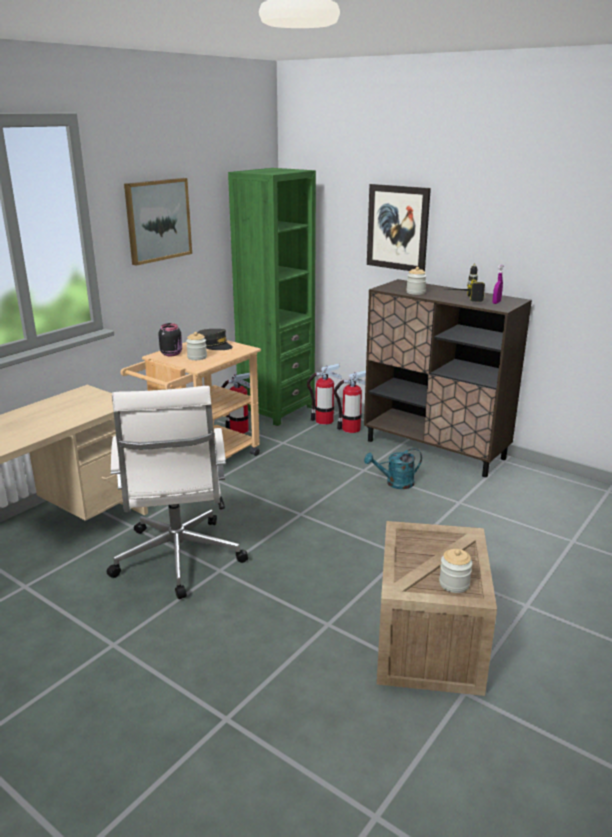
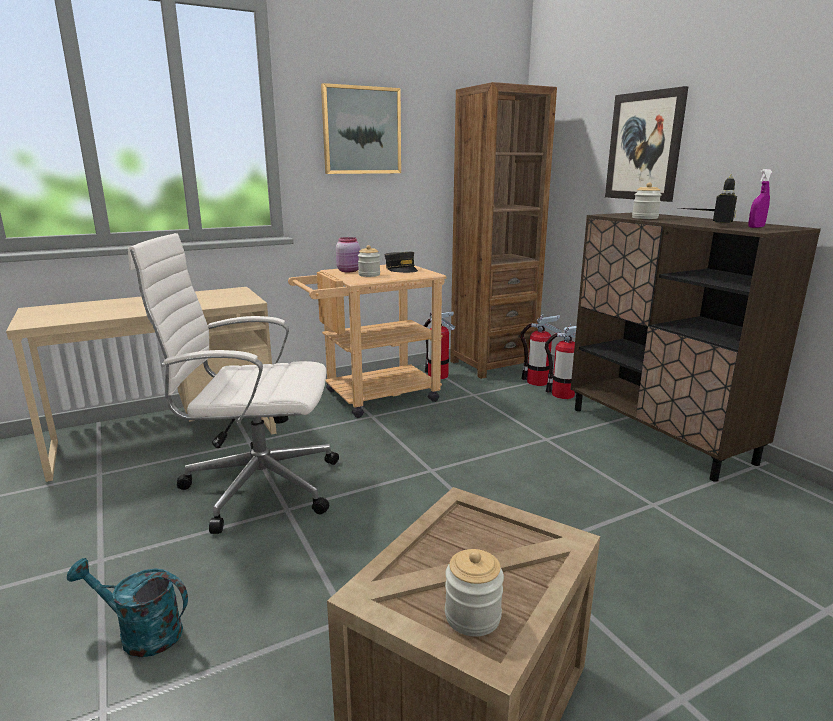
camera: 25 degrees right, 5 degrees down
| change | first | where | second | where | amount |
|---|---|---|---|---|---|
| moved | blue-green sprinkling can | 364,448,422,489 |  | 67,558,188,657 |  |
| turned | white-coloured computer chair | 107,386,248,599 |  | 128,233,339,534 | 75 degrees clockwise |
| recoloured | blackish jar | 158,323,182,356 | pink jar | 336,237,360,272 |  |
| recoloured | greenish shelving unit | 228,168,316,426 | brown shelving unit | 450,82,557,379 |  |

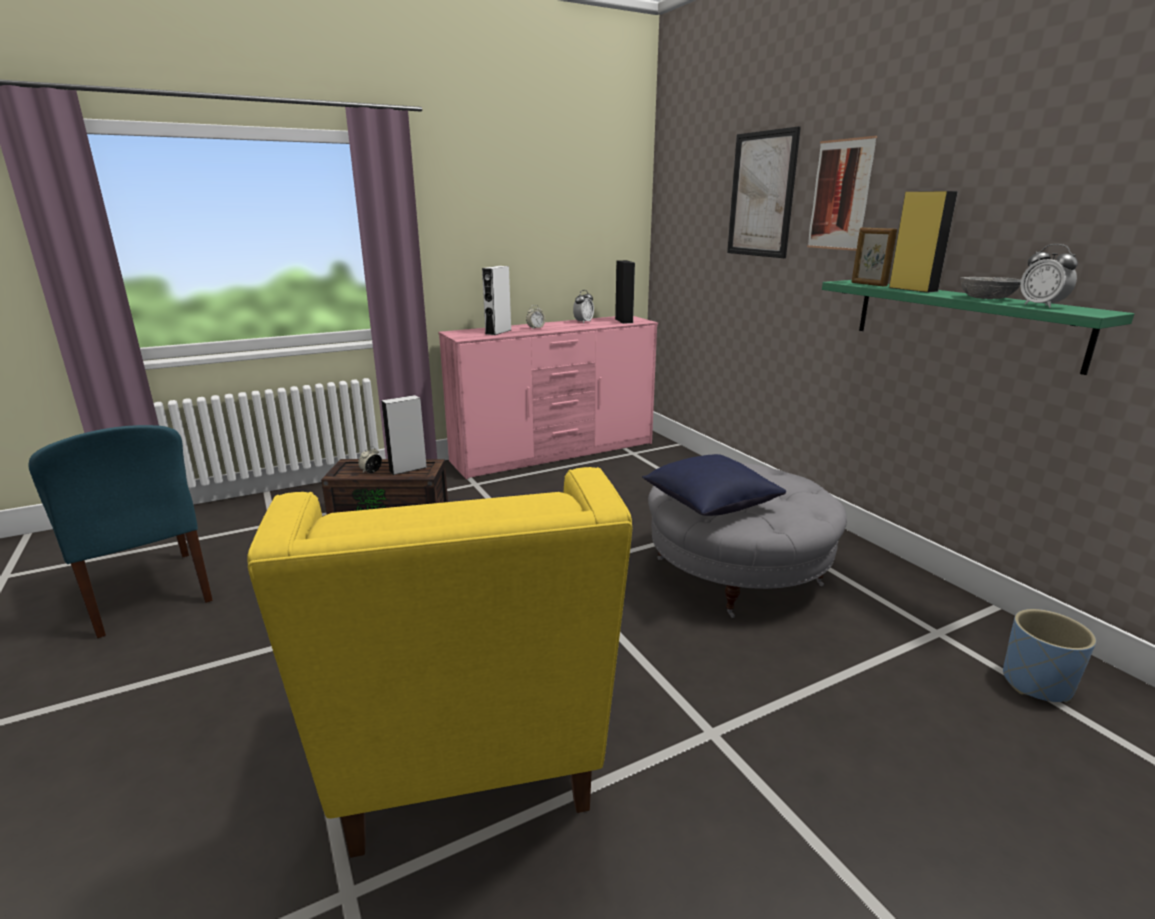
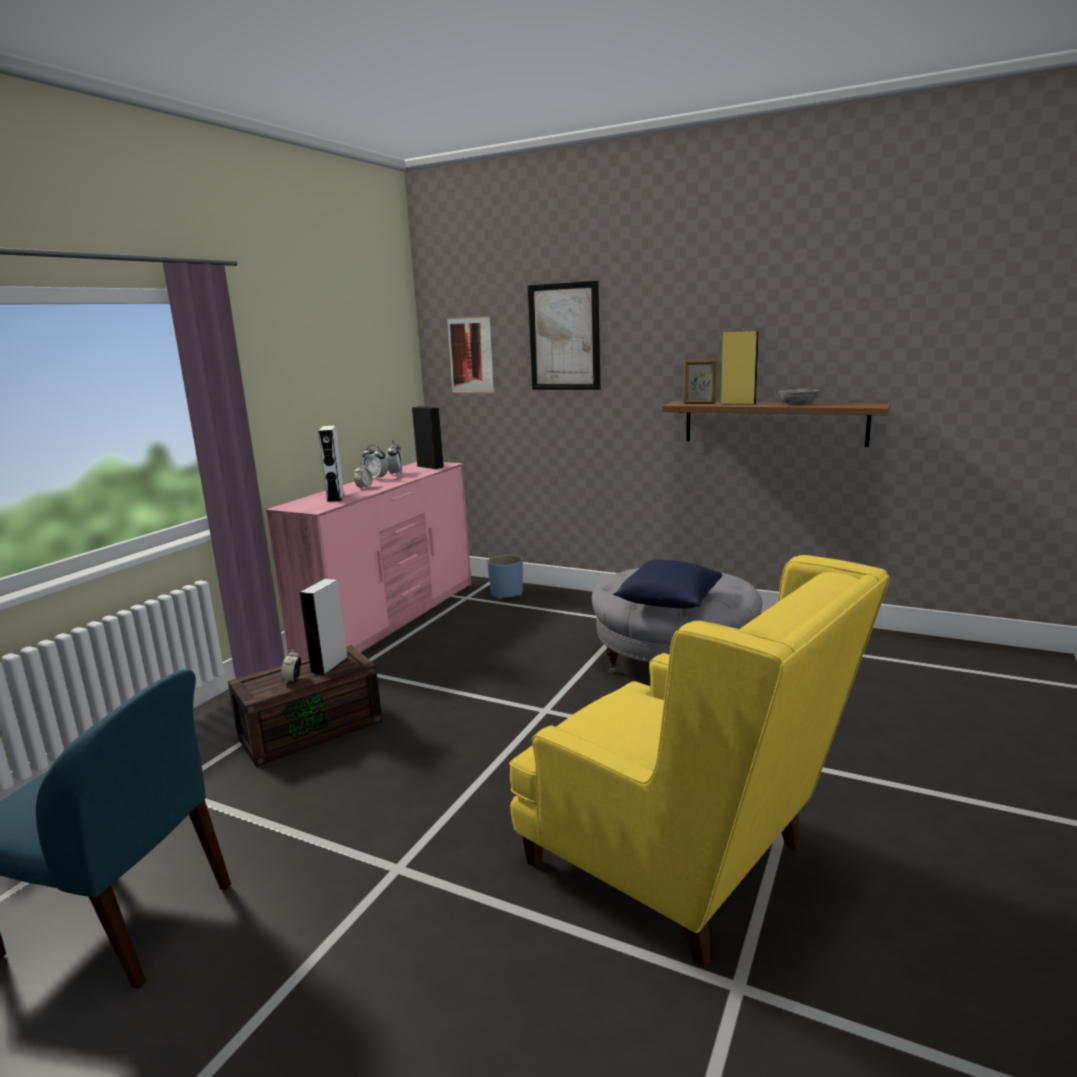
camera: 35 degrees left, 5 degrees down
| change | first | where | second | where | amount |
|---|---|---|---|---|---|
| moved | alarm clock | 1020,244,1078,308 |  | 362,445,388,481 |  |
| moved | wall art | 807,136,877,251 |  | 447,316,494,394 |  |
| moved | bluish plant pot | 1003,609,1096,703 |  | 487,555,523,599 |  |
| recoloured | greenish shelf | 822,280,1134,375 | brown shelf | 662,401,890,447 |  |

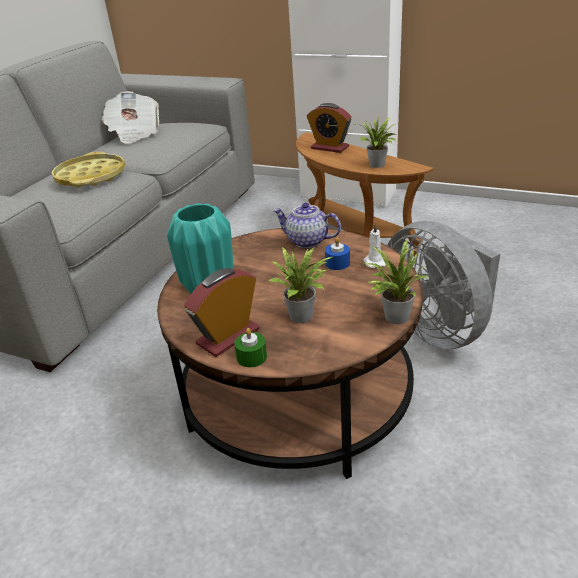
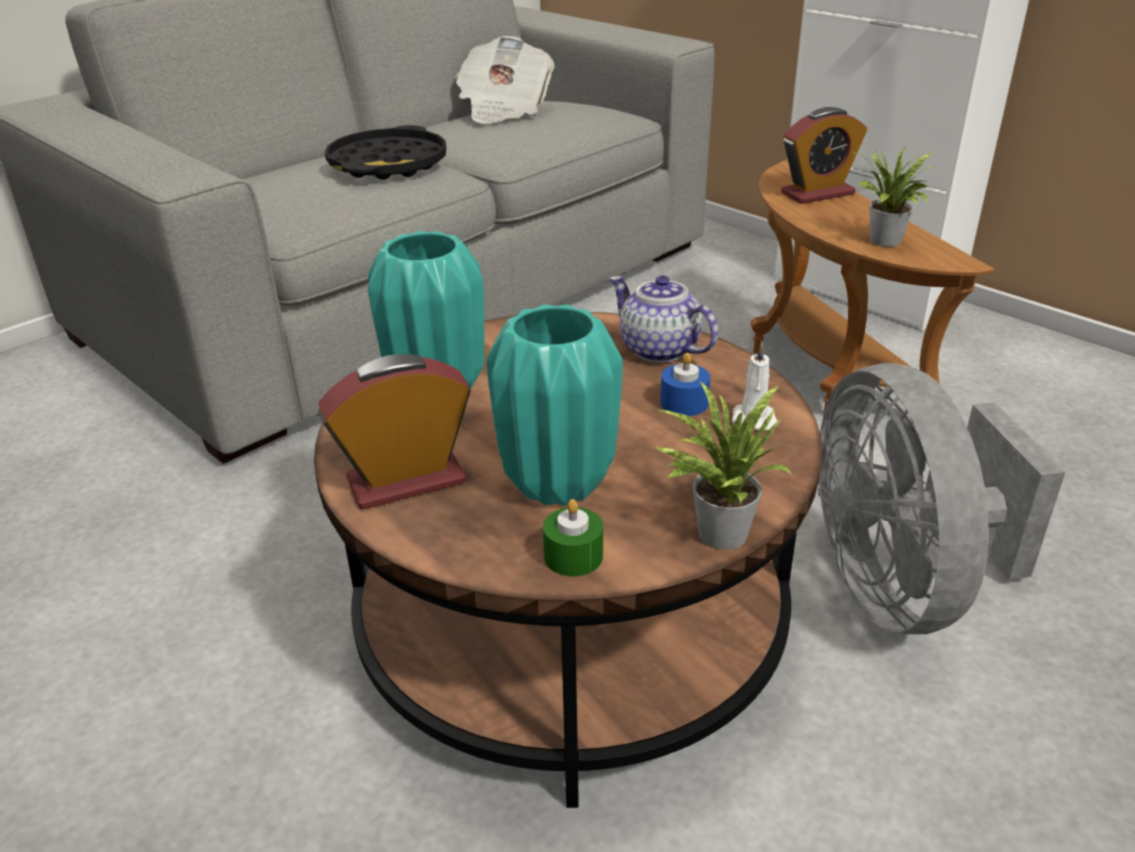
camera: 20 degrees right, 0 degrees up
| change | first | where | second | where | amount |
|---|---|---|---|---|---|
| recoloured | yellowish tray | 51,151,125,188 | blackish tray | 325,125,446,180 |  |
| replaced | houseplant | 269,246,334,323 | blue-green decorative vase | 486,304,623,506 |  |
| moved | greenish candle | 234,328,267,367 |  | 543,499,603,577 |  |
| turned | alarm clock | 307,103,352,153 |  | 781,107,867,204 | 75 degrees counterclockwise |

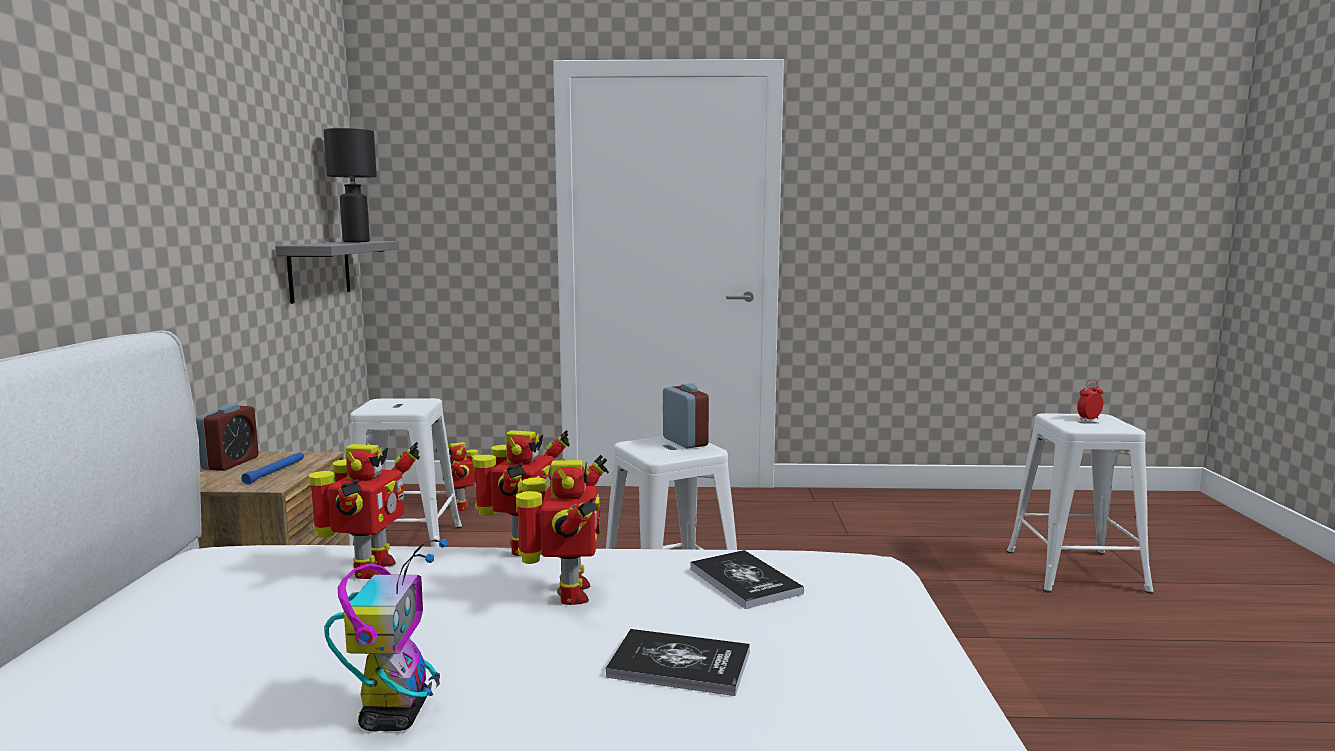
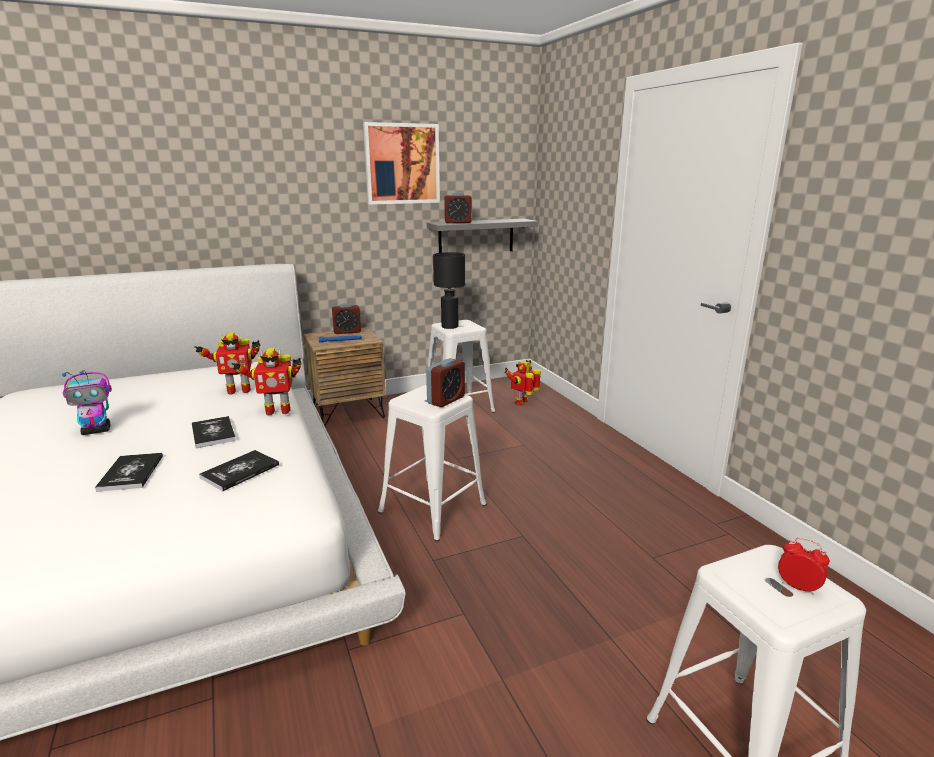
camera: 65 degrees right, 10 degrees up
| change | first | where | second | where | amount |
|---|---|---|---|---|---|
| replaced | toy robot | 516,455,609,605 | bound book | 192,416,236,448 |  |
| added |  |  | wall art | 363,122,440,205 |  |
| moved | blackish tabletop lamp | 324,128,377,242 |  | 433,252,465,329 |  |
| added |  |  | alarm clock | 444,192,472,223 |  |

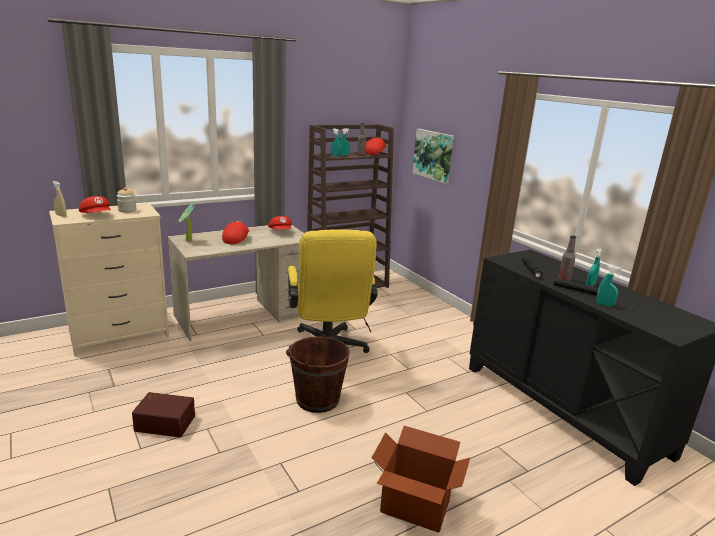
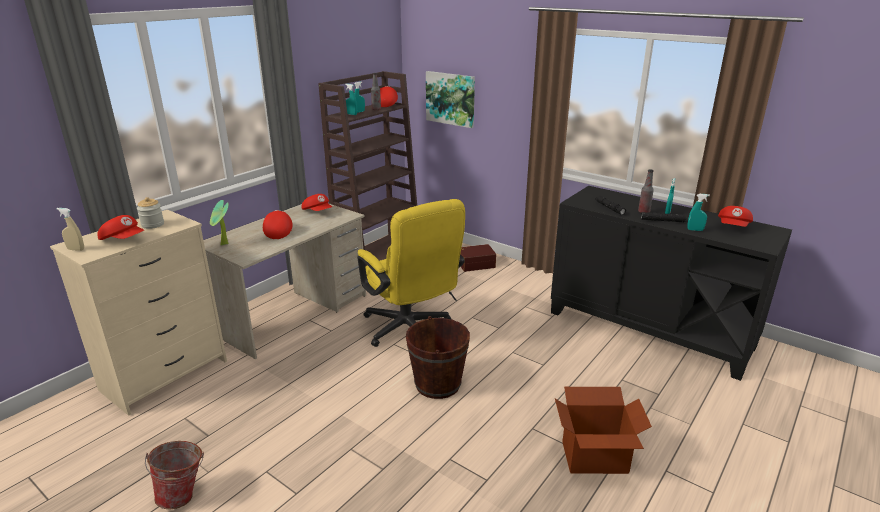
camera: 20 degrees left, 5 degrees up
| change | first | where | second | where | amount |
|---|---|---|---|---|---|
| added |  |  | pail | 145,441,204,509 |  |
| moved | brown storage box | 132,392,195,437 |  | 460,244,496,272 |  |
| added |  |  | reddish peaked cap | 718,206,753,227 |  |

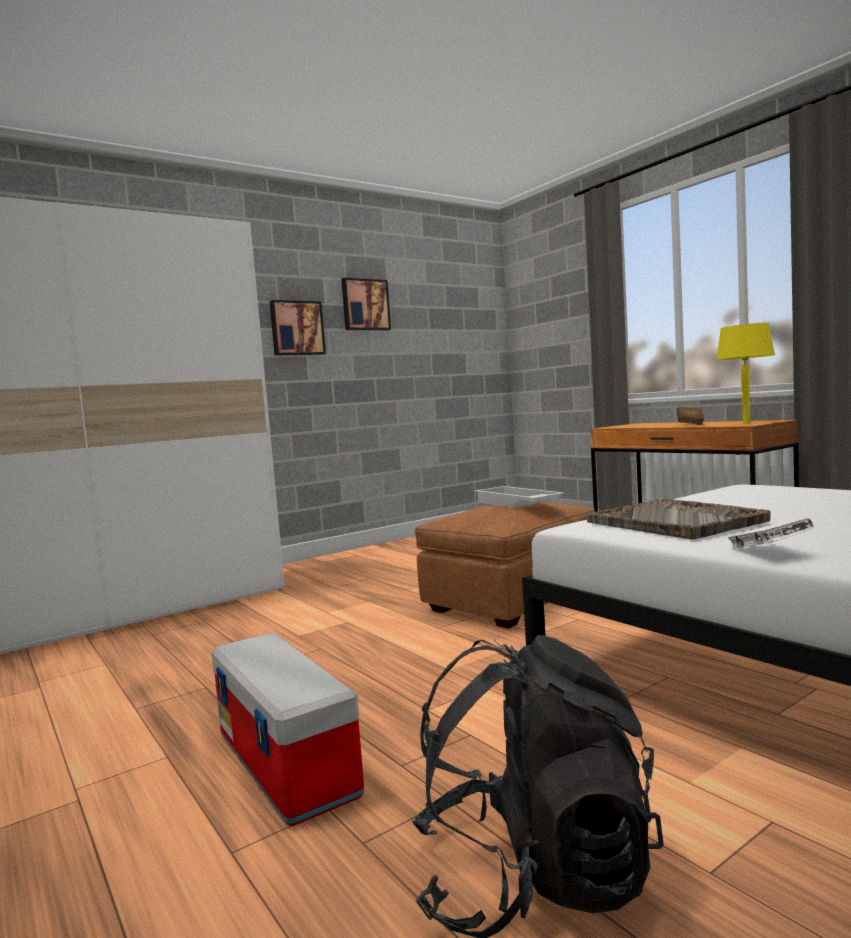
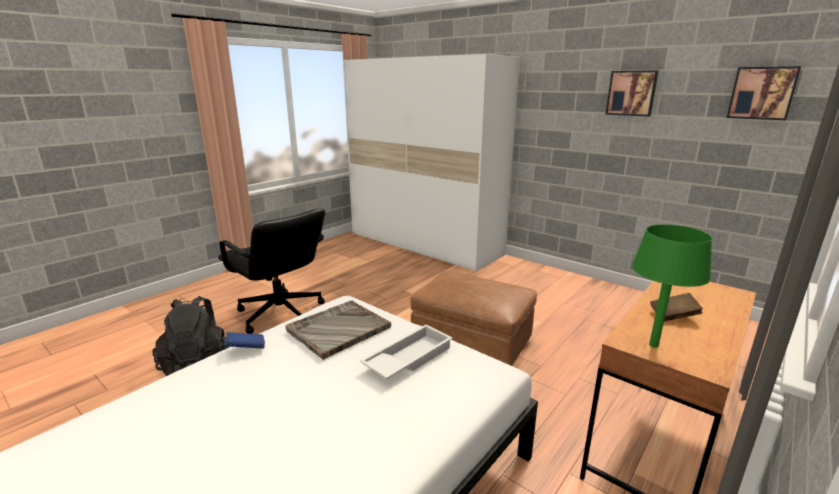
camera: 75 degrees right, 15 degrees up
| change | first | where | second | where | amount |
|---|---|---|---|---|---|
| replaced | storage box | 212,632,364,826 | blackish computer chair | 218,209,325,334 |  |
| recoloured | white-coloured bound book | 728,518,814,549 | bluish bound book | 225,332,265,349 |  |
| moved | white-coloured tray | 475,486,565,508 |  | 360,325,453,379 |  |
| recoloured | yellowish tabletop lamp | 716,323,775,424 | greenish tabletop lamp | 632,224,712,348 |  |
| moved | wall art | 270,300,326,356 |  | 727,66,801,120 |  |

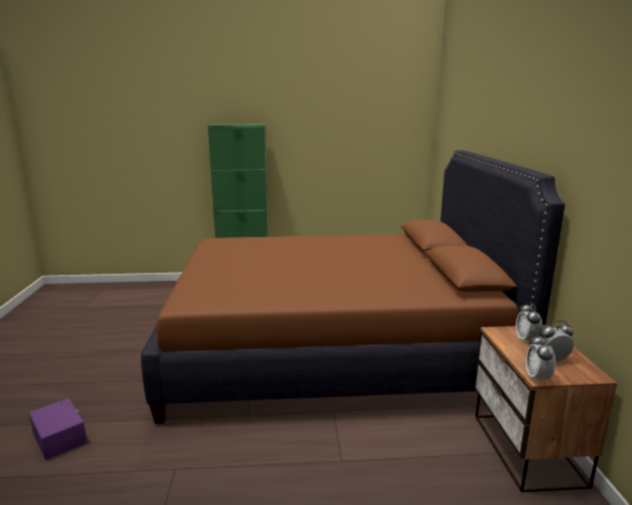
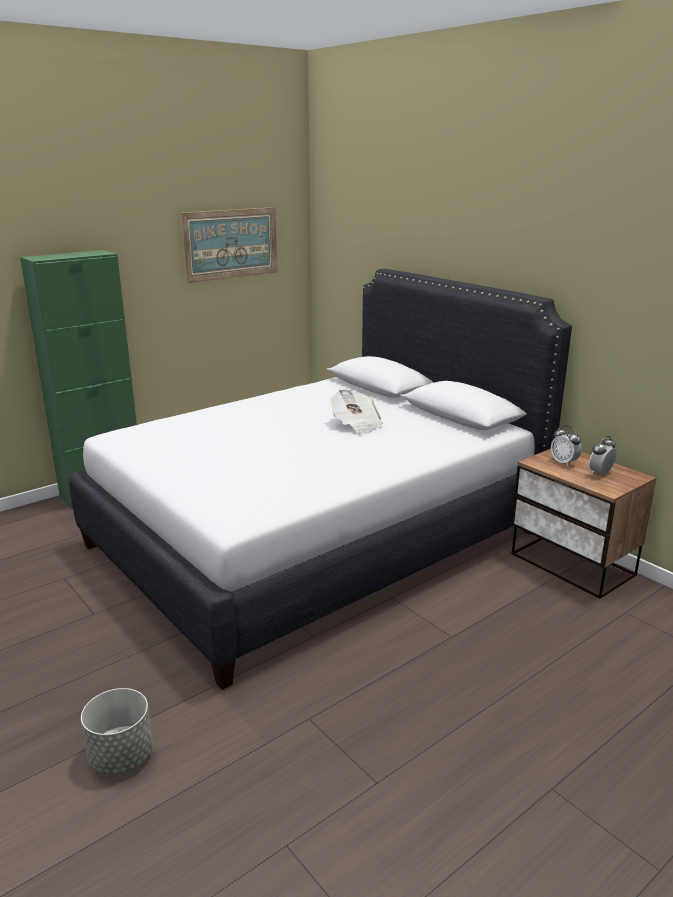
camera: 35 degrees left, 5 degrees up
| change | first | where | second | where | amount |
|---|---|---|---|---|---|
| recoloured | brown bed | 141,150,565,424 | white-coloured bed | 69,269,572,690 |  |
| replaced | purplish storage box | 29,398,87,460 | grey plant pot | 81,688,153,775 |  |
| added |  |  | wall art | 180,207,277,283 |  |
| added |  |  | daily paper | 330,389,383,435 |  |
| removed | alarm clock | 526,334,555,383 |  |  |  |

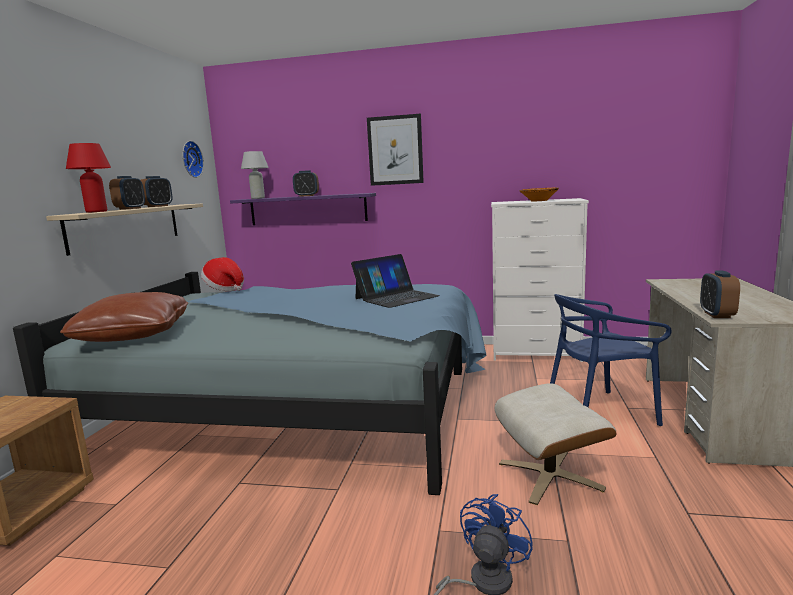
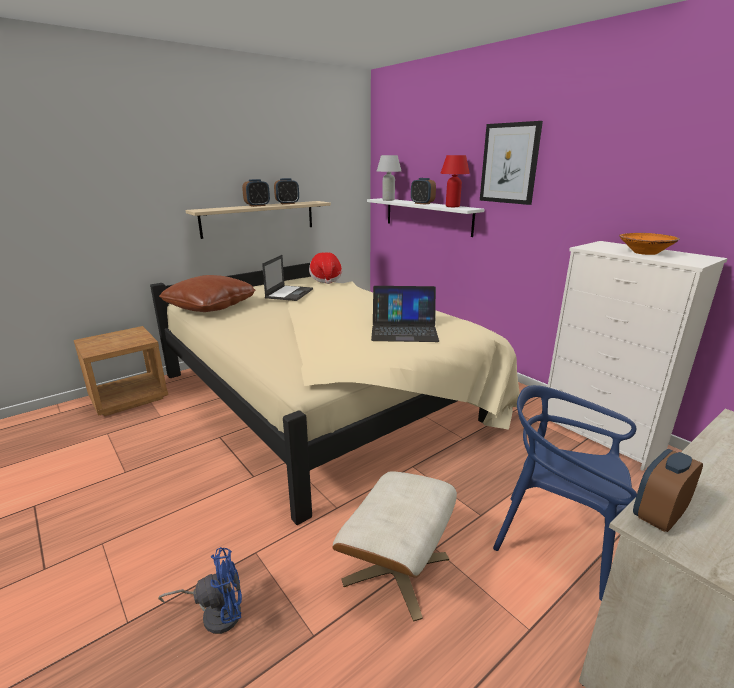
camera: 40 degrees right, 10 degrees up
| change | first | where | second | where | amount |
|---|---|---|---|---|---|
| recoloured | bluish bed | 13,272,486,495 | sand-coloured bed | 150,263,520,525 |  |
| added |  |  | portable computer | 262,255,313,301 |  |
| recoloured | purplish shelf | 230,193,376,225 | white-coloured shelf | 367,198,484,237 |  |
| moved | reddish tabletop lamp | 66,143,111,213 |  | 440,155,470,207 |  |
| removed | clock on the wall | 182,141,204,178 |  |  |  |

